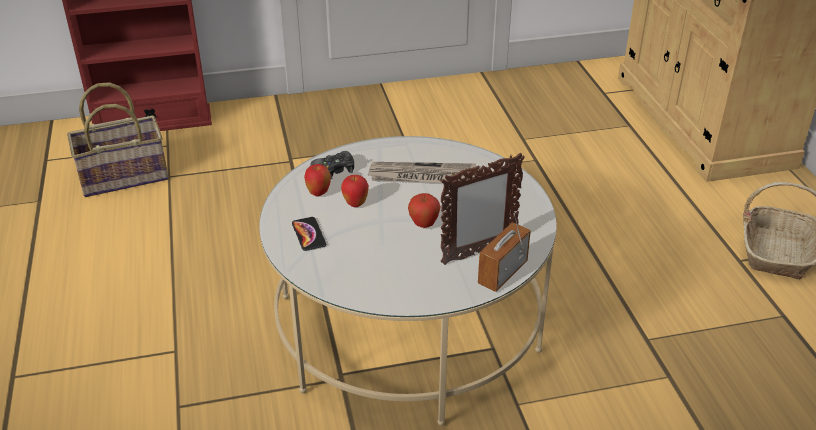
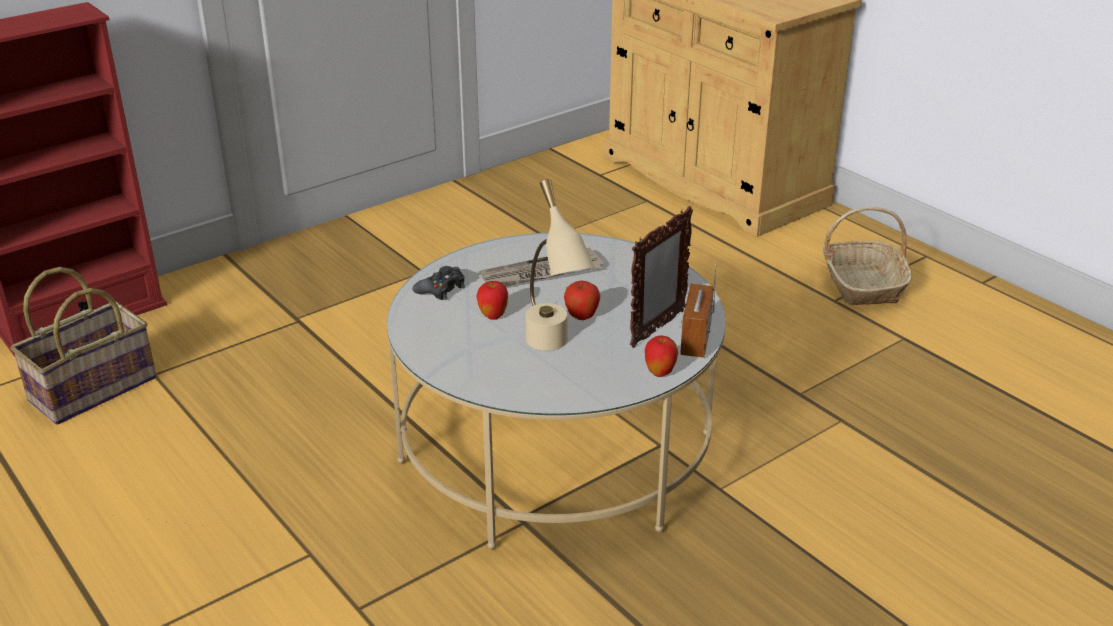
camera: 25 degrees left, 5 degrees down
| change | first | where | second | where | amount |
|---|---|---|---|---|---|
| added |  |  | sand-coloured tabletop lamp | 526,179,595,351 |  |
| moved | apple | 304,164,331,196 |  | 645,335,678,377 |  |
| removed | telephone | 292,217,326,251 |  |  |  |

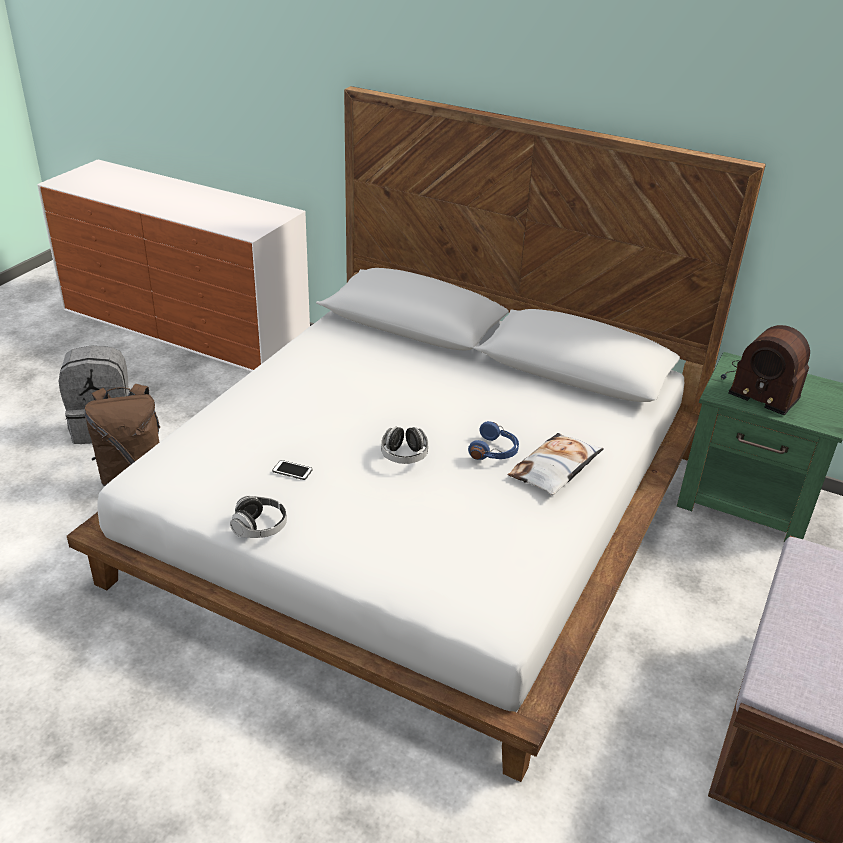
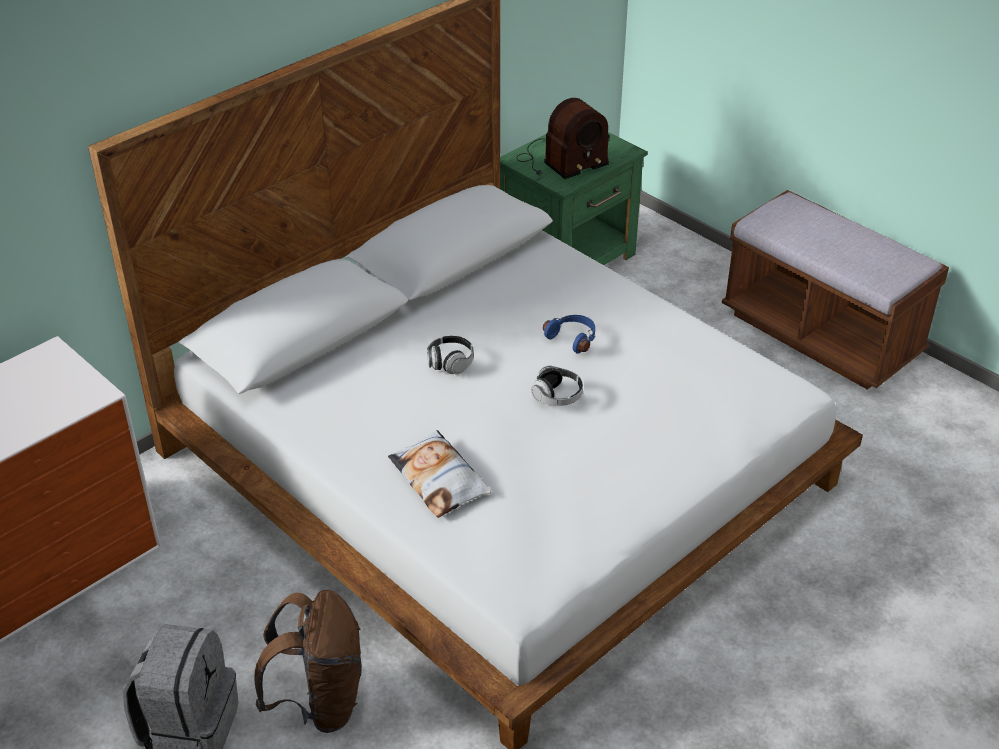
camera: 70 degrees left, 5 degrees up
| change | first | where | second | where | amount |
|---|---|---|---|---|---|
| moved | cushion | 508,433,604,495 |  | 388,430,491,518 |  |
| moved | pair of headphones | 230,496,287,538 |  | 427,336,474,375 |  |
| removed | telephone | 272,460,313,480 |  |  |  |

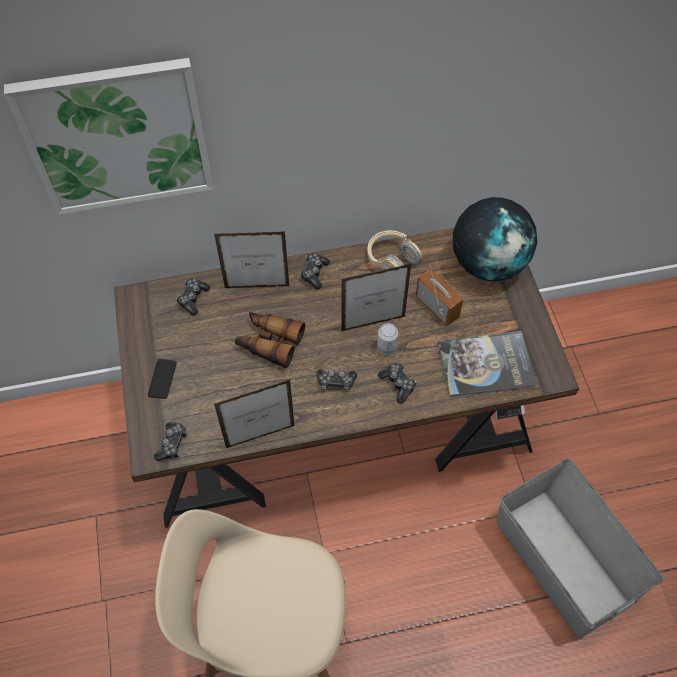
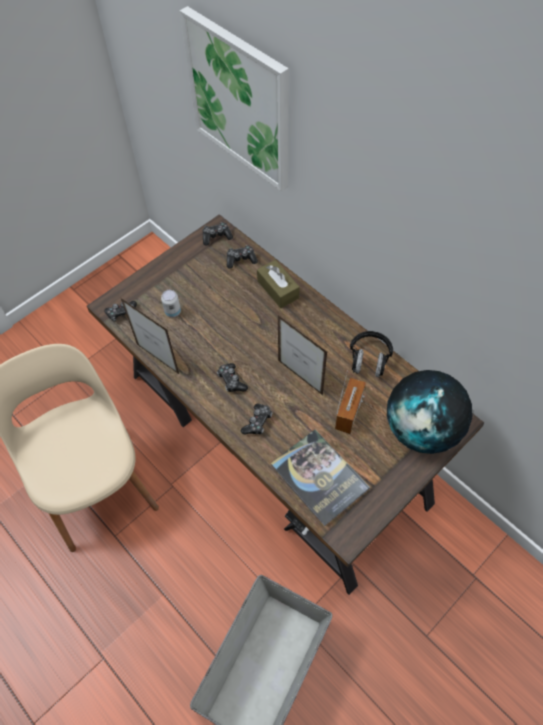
camera: 60 degrees right, 0 degrees up
| change | first | where | second | where | amount |
|---|---|---|---|---|---|
| moved | sealed can | 377,323,398,355 |  | 161,290,181,317 |  |
| moved | gamepad | 300,253,330,289 |  | 203,222,233,246 |  |
| replaced | standing frame | 214,232,289,288 | brown tissue box | 257,260,300,308 |  |
| recoloured | sand-coloured pair of headphones | 367,230,422,270 | blackish pair of headphones | 350,331,393,377 |  |
| removed | telephone | 148,359,177,399 |  |  |  |
| removed | field glasses | 235,312,305,368 |  |  |  |

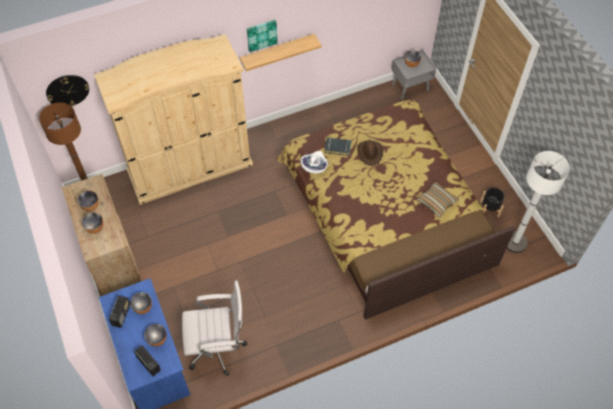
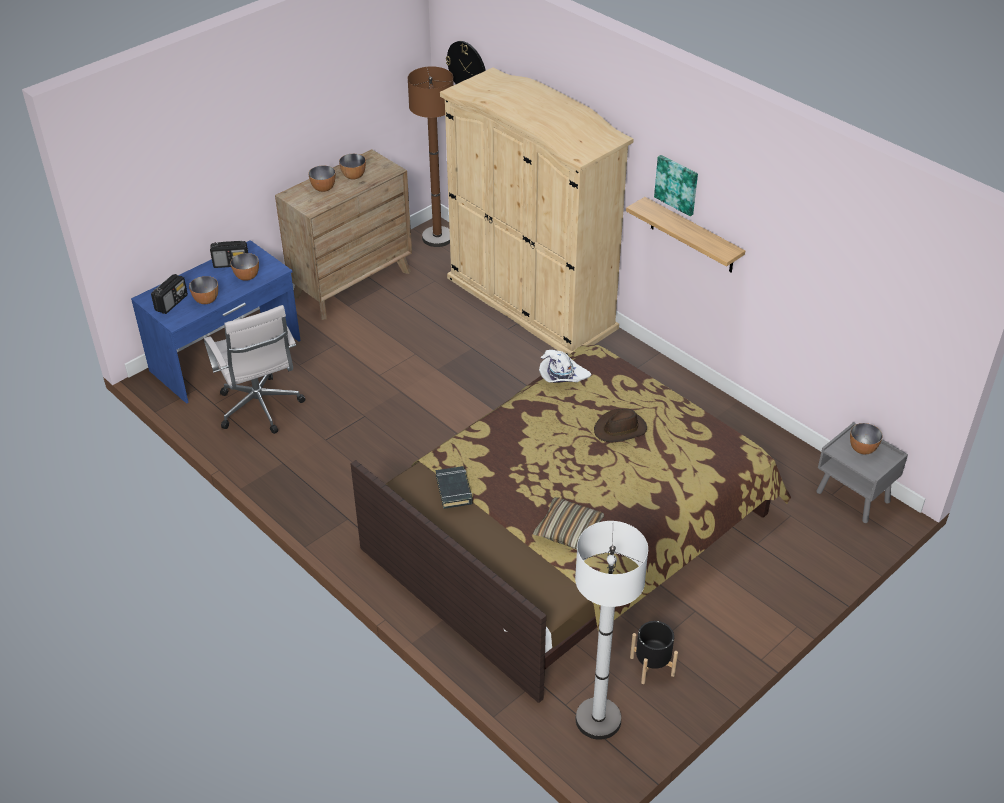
camera: 70 degrees right, 15 degrees down
| change | first | where | second | where | amount |
|---|---|---|---|---|---|
| moved | blackish bound book | 325,137,352,156 |  | 436,466,473,509 |  |

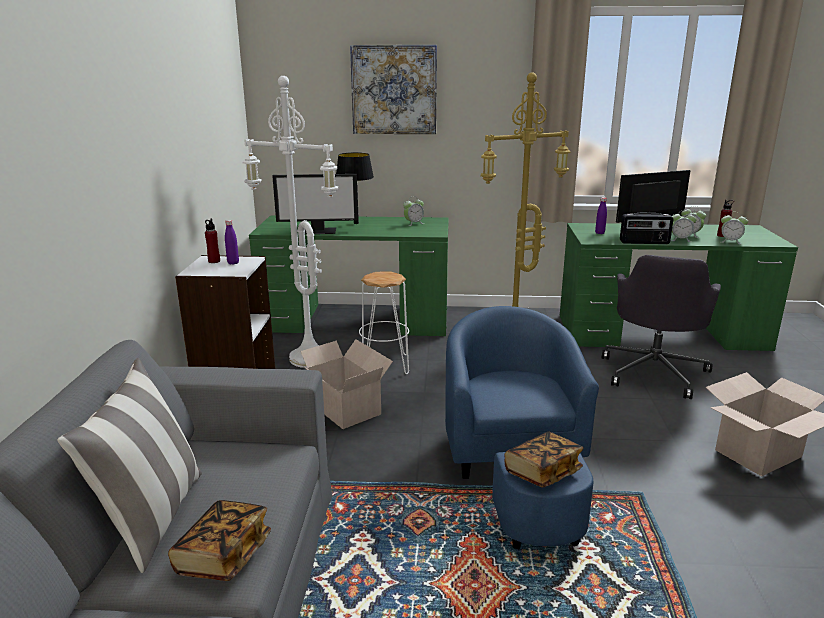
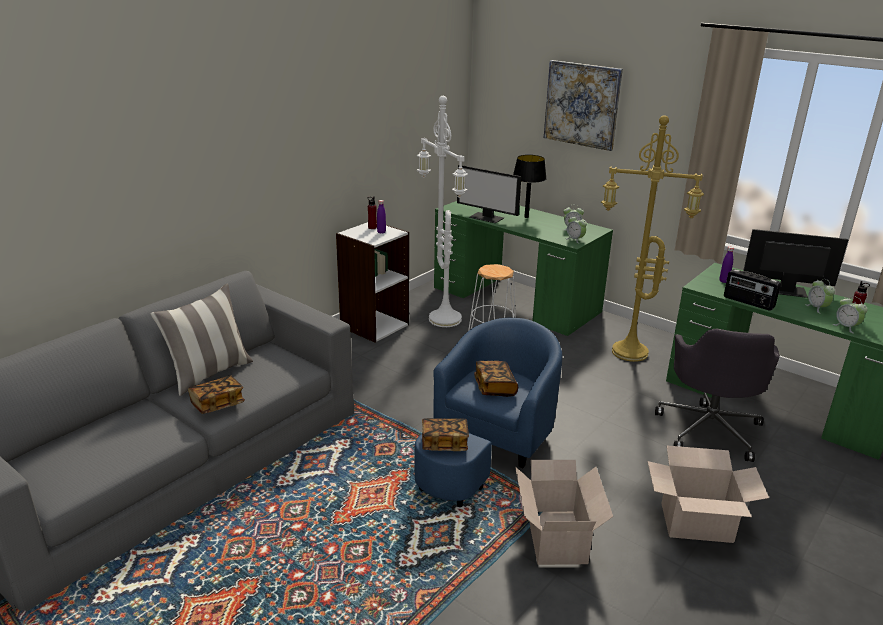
camera: 35 degrees right, 5 degrees up
| change | first | where | second | where | amount |
|---|---|---|---|---|---|
| added |  |  | bound book | 474,361,518,397 |  |
| moved | packing box | 292,339,393,429 |  | 515,460,613,565 |  |
| moved | alarm clock | 672,210,697,242 |  | 565,215,587,244 |  |
| turned | grey computer chair | 602,255,721,399 |  | 655,329,780,462 | 45 degrees counterclockwise |

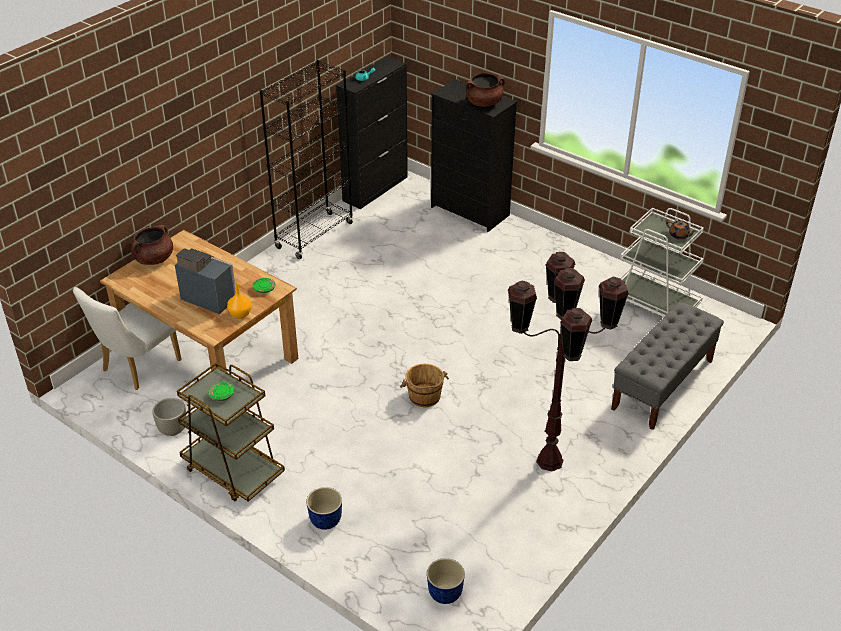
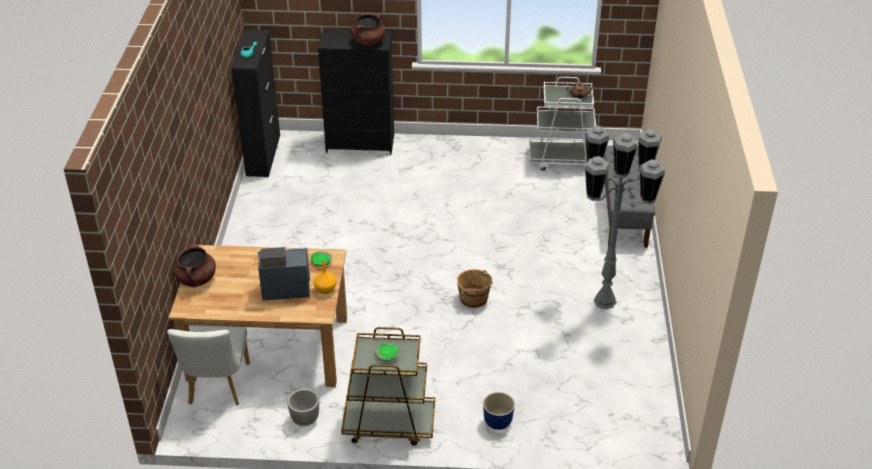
camera: 35 degrees left, 0 degrees up
| change | first | where | second | where | amount |
|---|---|---|---|---|---|
| recoloured | brown standard lamp | 508,252,629,471 | grey standard lamp | 585,126,665,309 |  |
| removed | blackish shelving unit | 260,60,353,259 |  |  |  |
| removed | plant pot | 427,558,465,604 |  |  |  |

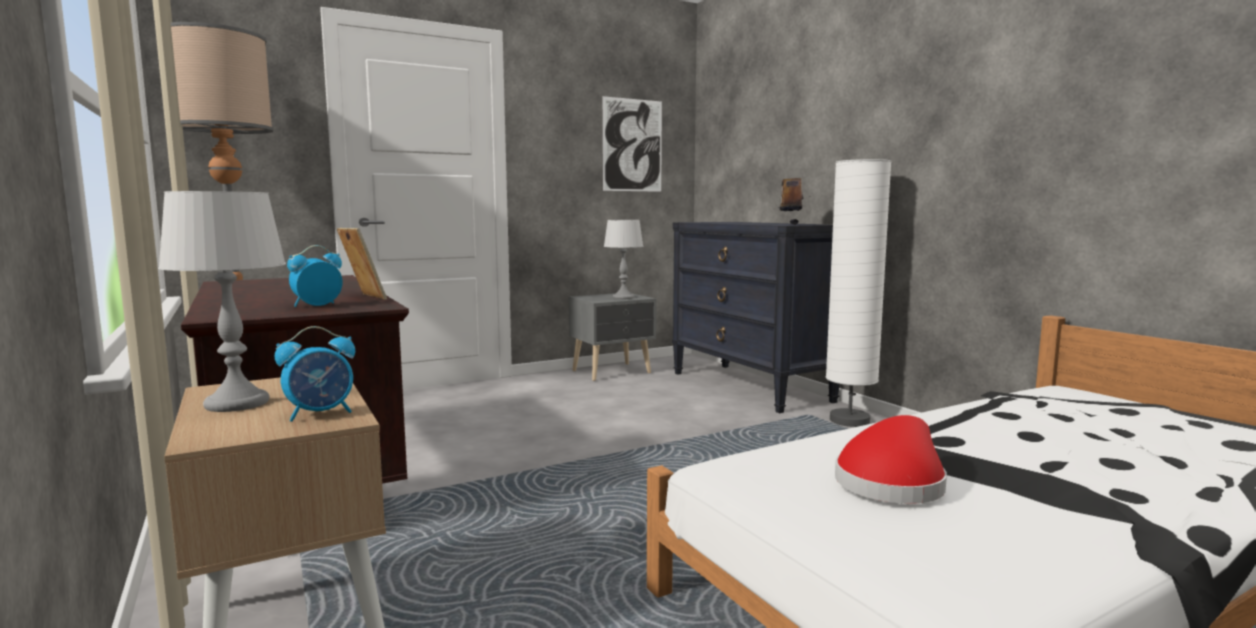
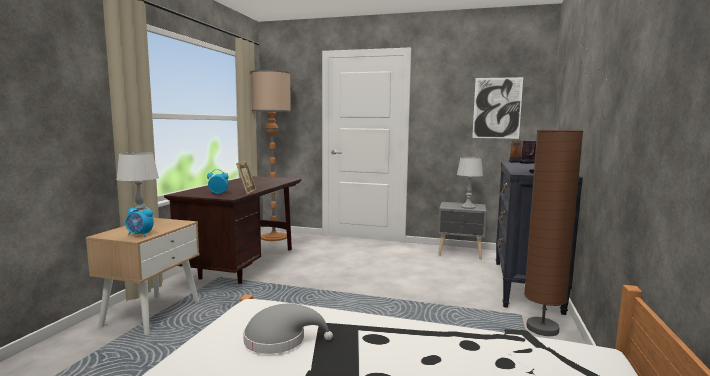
camera: 45 degrees right, 0 degrees up
| change | first | where | second | where | amount |
|---|---|---|---|---|---|
| recoloured | reddish wearable hat | 835,415,947,504 | grey wearable hat | 243,304,333,354 |  |
| recoloured | white-coloured standard lamp | 826,159,892,427 | brown standard lamp | 524,130,583,336 |  |

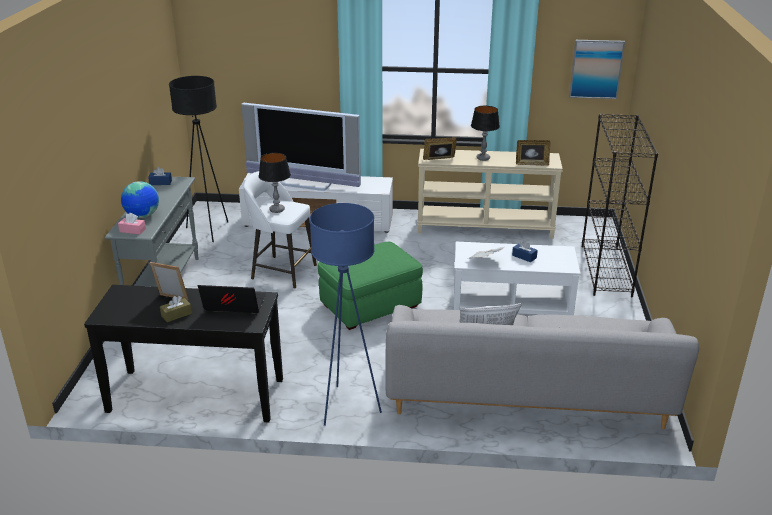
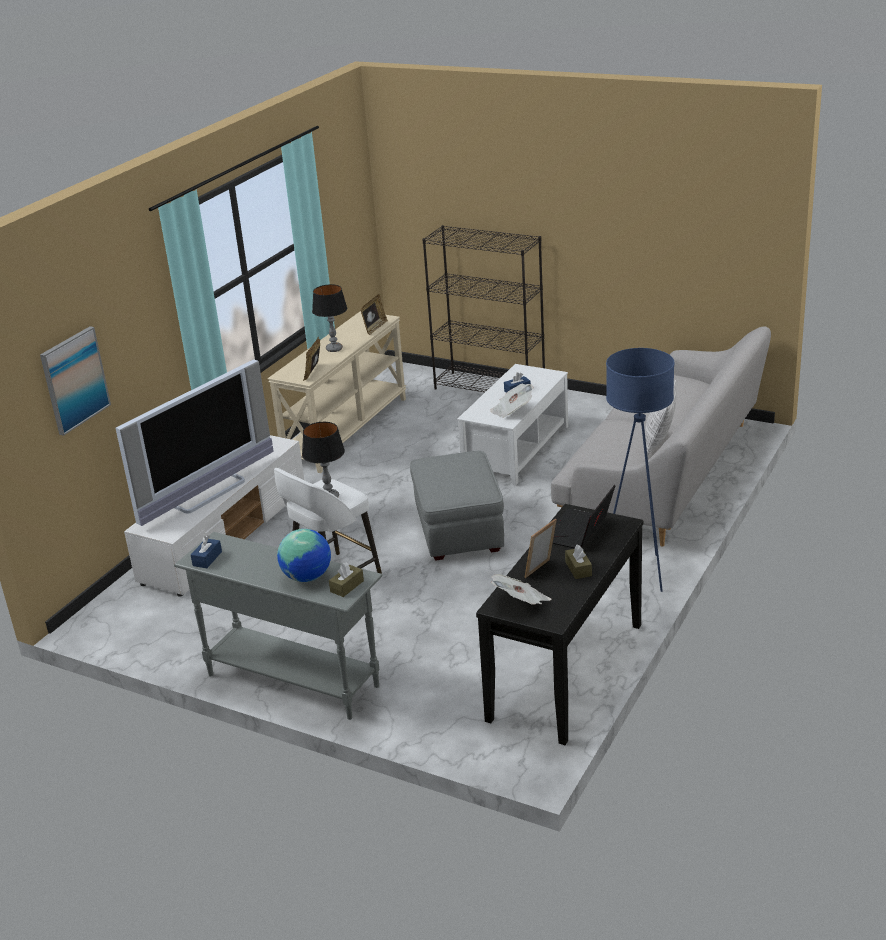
camera: 65 degrees left, 0 degrees up
| change | first | where | second | where | amount |
|---|---|---|---|---|---|
| moved | wall art | 569,40,625,99 |  | 40,326,111,436 |  |
| recoloured | pink tissue box | 118,213,146,235 | brown tissue box | 329,562,364,597 |  |
| recoloured | greenish footrest | 318,242,423,330 | grey footrest | 410,451,504,560 |  |
| added |  |  | daily paper | 491,574,552,605 |  |
| removed | blackish standard lamp | 169,76,228,242 |  |  |  |

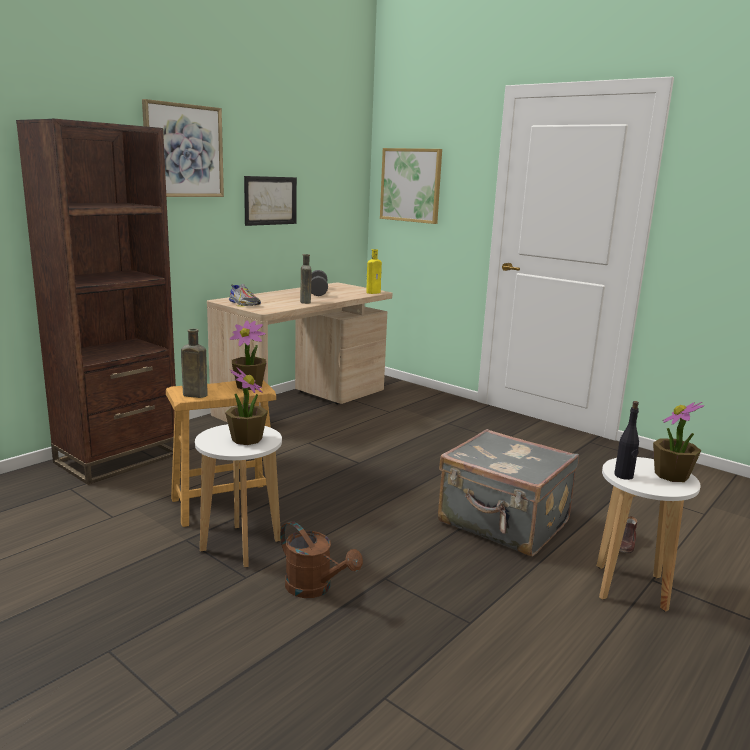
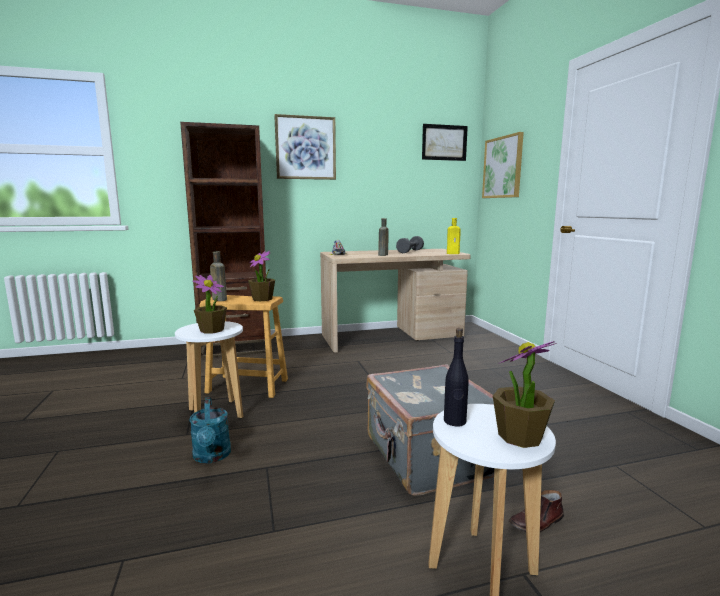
camera: 35 degrees right, 5 degrees down
| change | first | where | second | where | amount |
|---|---|---|---|---|---|
| recoloured | brown sprinkling can | 280,521,363,598 | blue-green sprinkling can | 189,397,231,463 |  |
| moved | wall art | 244,176,297,226 |  | 422,124,468,161 |  |

